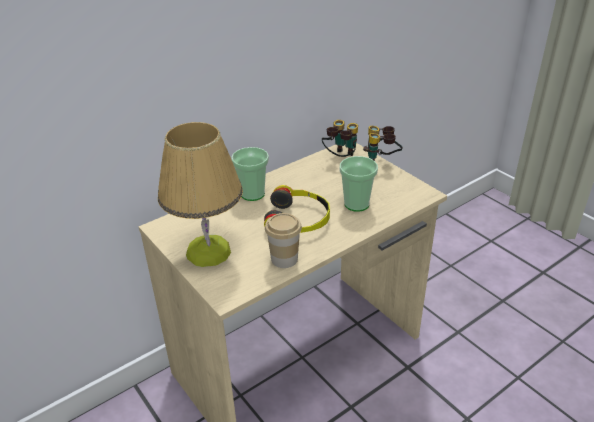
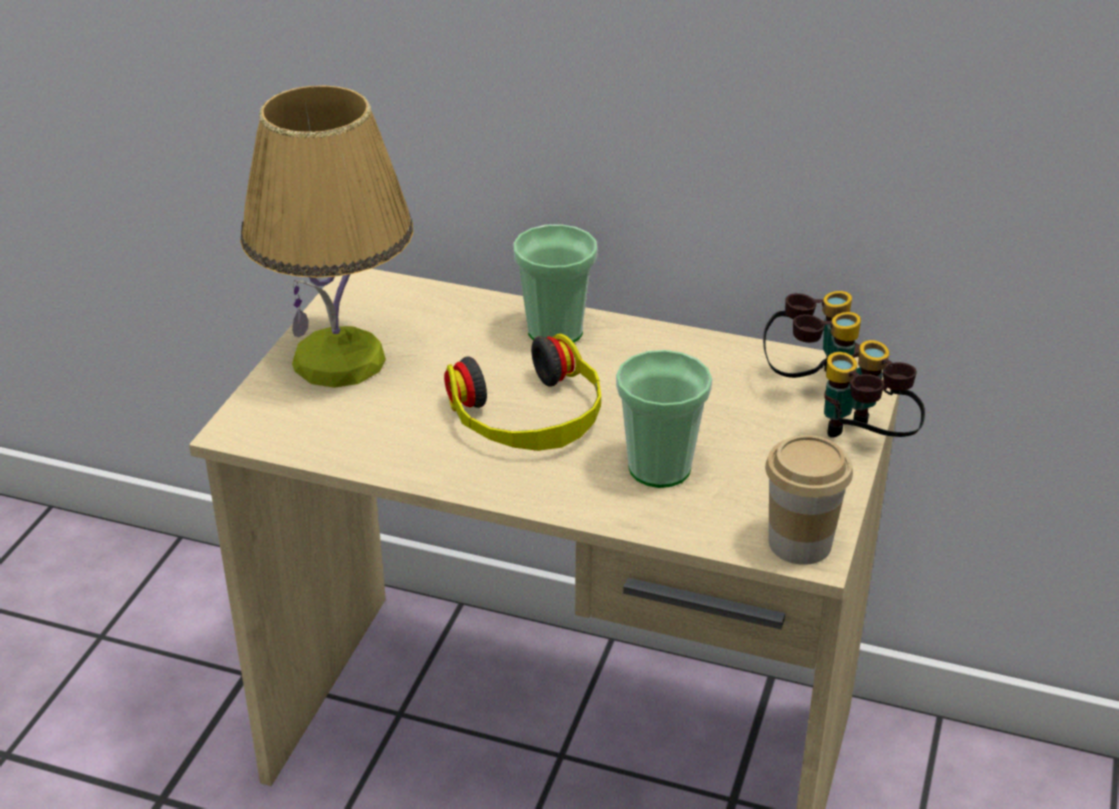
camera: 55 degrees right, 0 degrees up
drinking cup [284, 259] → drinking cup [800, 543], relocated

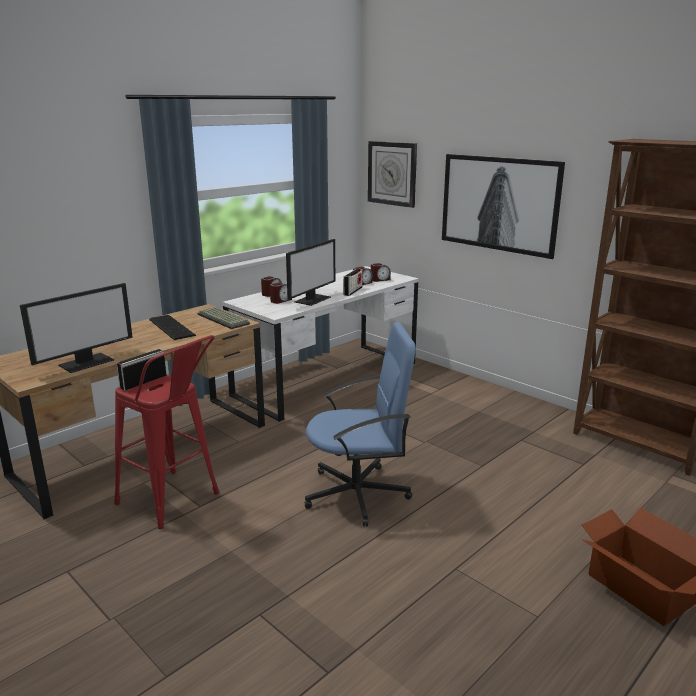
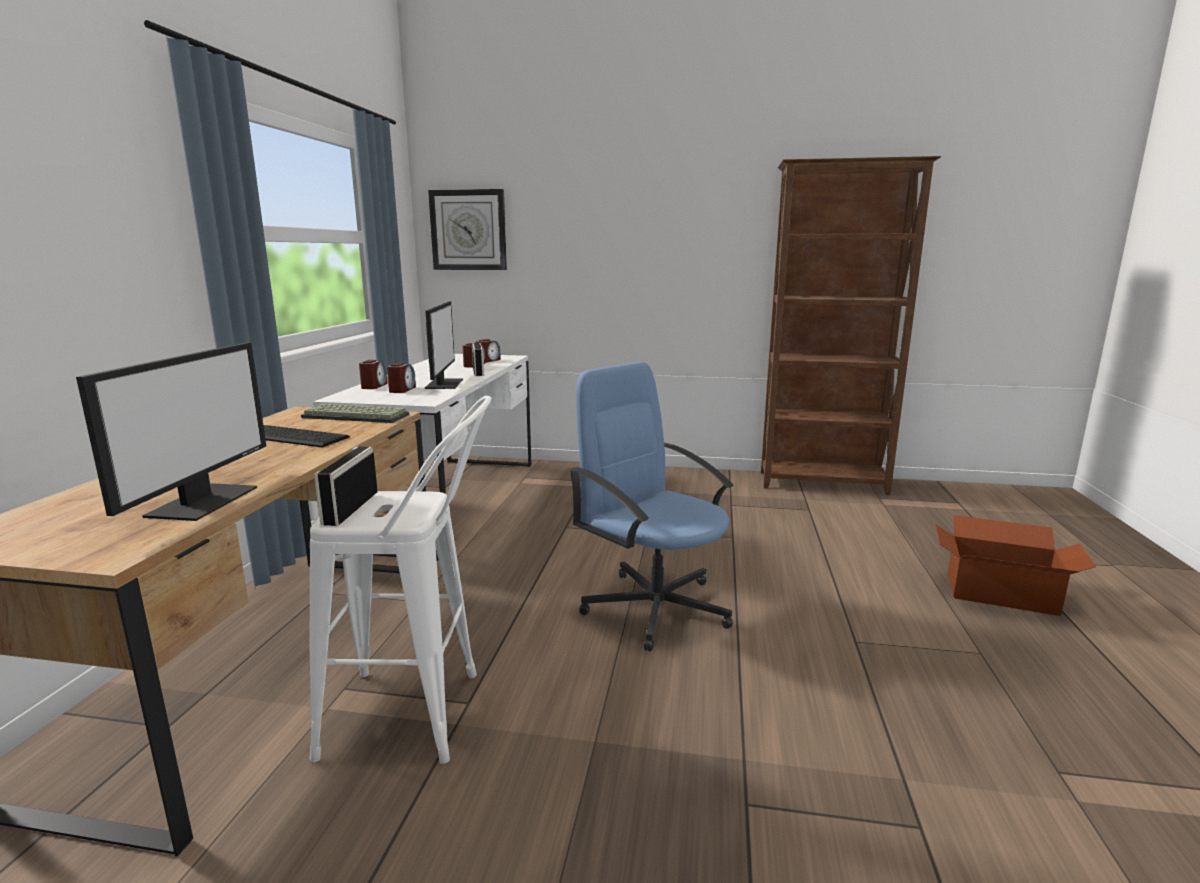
camera: 35 degrees left, 5 degrees down
reddish stool [174, 503] → whitish stool [420, 715]
blue computer chair [358, 494] → blue computer chair [655, 607], 90 degrees counterclockwise
wall picture [498, 204] → -

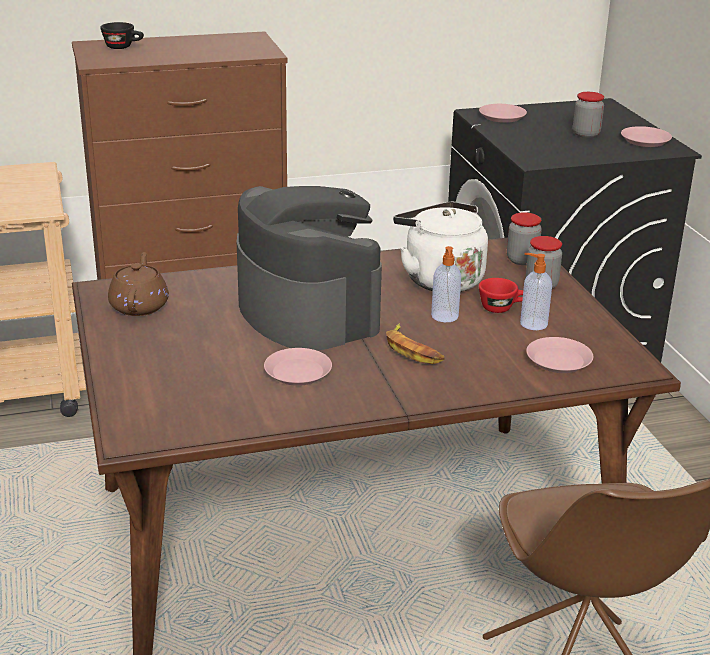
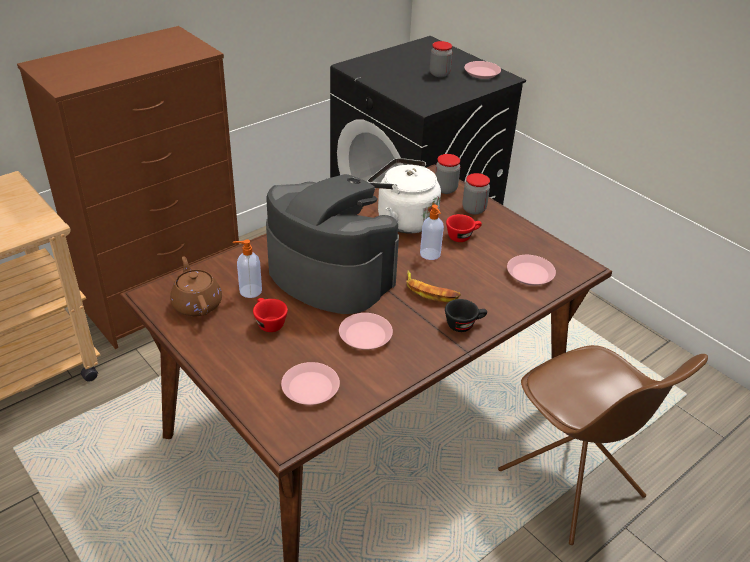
camera: 25 degrees left, 10 degrees up
soap dispenser [532, 324] → soap dispenser [249, 291], relocated
- → reddish drinking cup [268, 322]
pink-coloured plate [502, 117] → pink-coloured plate [311, 388], relocated
black drinking cup [123, 47] → black drinking cup [464, 324], relocated

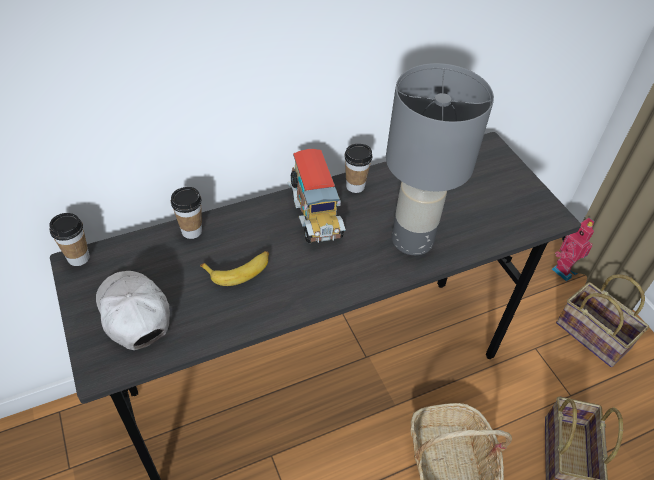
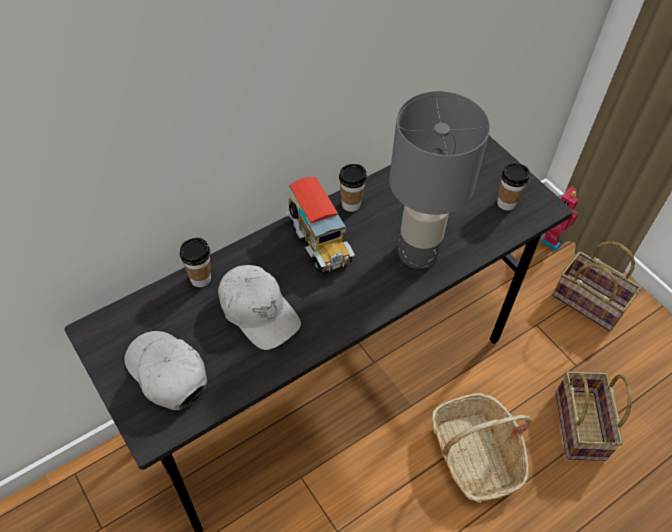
camera: 10 degrees left, 5 degrees up
whole banana [239, 270] → whitish cap [258, 311]
drinking cup [78, 258] → drinking cup [506, 203], relocated

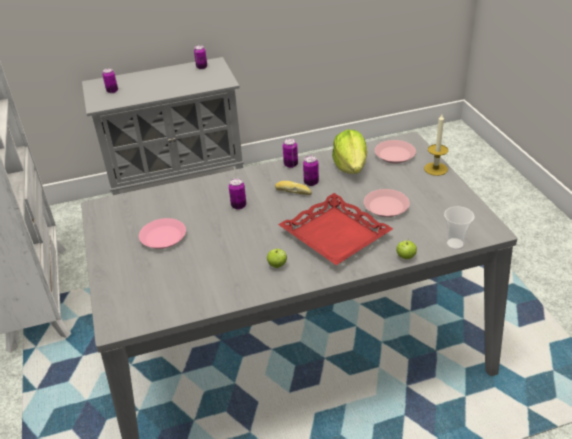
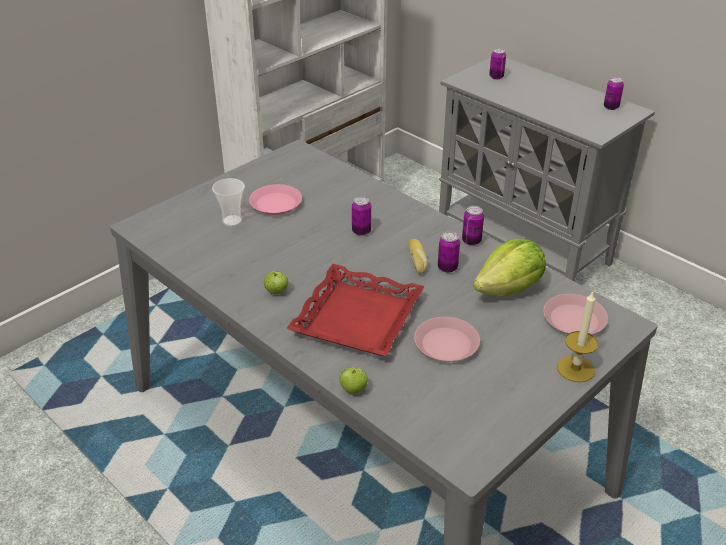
camera: 60 degrees right, 0 degrees up
drinking cup [455, 244] → drinking cup [232, 221], relocated

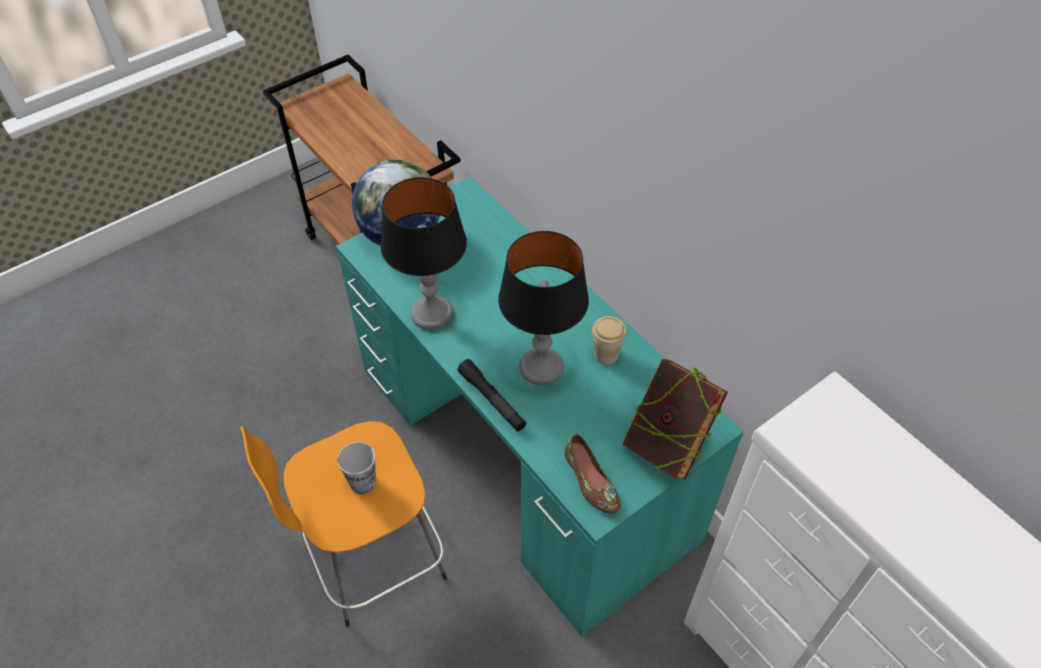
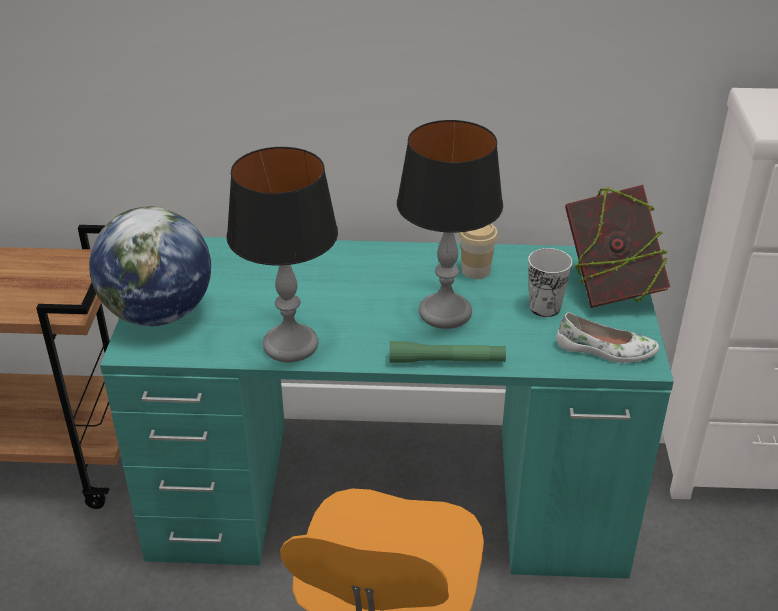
camera: 50 degrees left, 15 degrees down
black torch [492, 400] → green-coloured torch [447, 361]
drinking cup [363, 482] → drinking cup [544, 307], relocated
brown shoe [590, 481] → whitish shoe [605, 350]

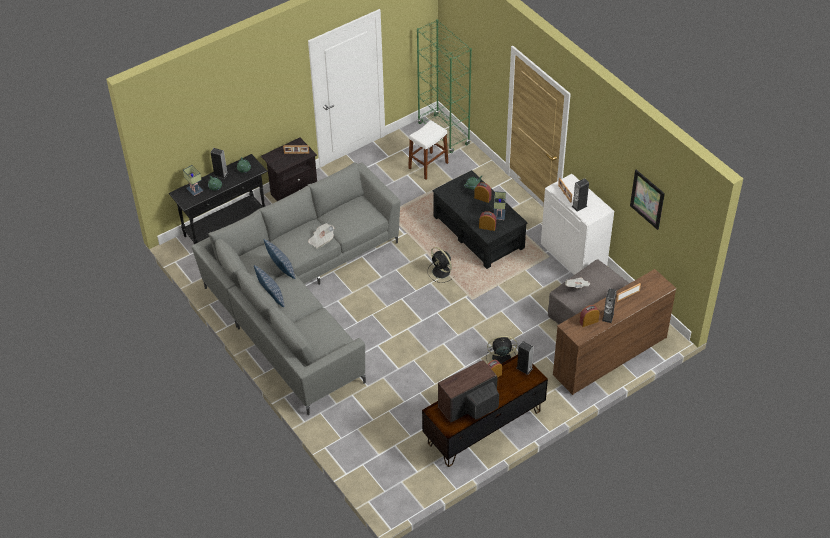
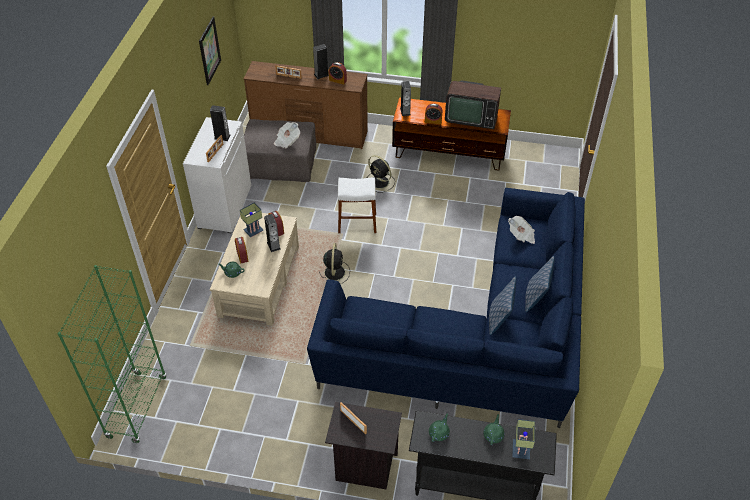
camera: 135 degrees left, 0 degrees up
black low table [478, 231] → sand-coloured low table [258, 281]
audio speaker [220, 174] → audio speaker [273, 245], relocated
greyish couch [301, 299] → blue couch [478, 341]
whitish stool [428, 165] → whitish stool [357, 223], relocated
printed paper [321, 240] → printed paper [521, 236], relocated

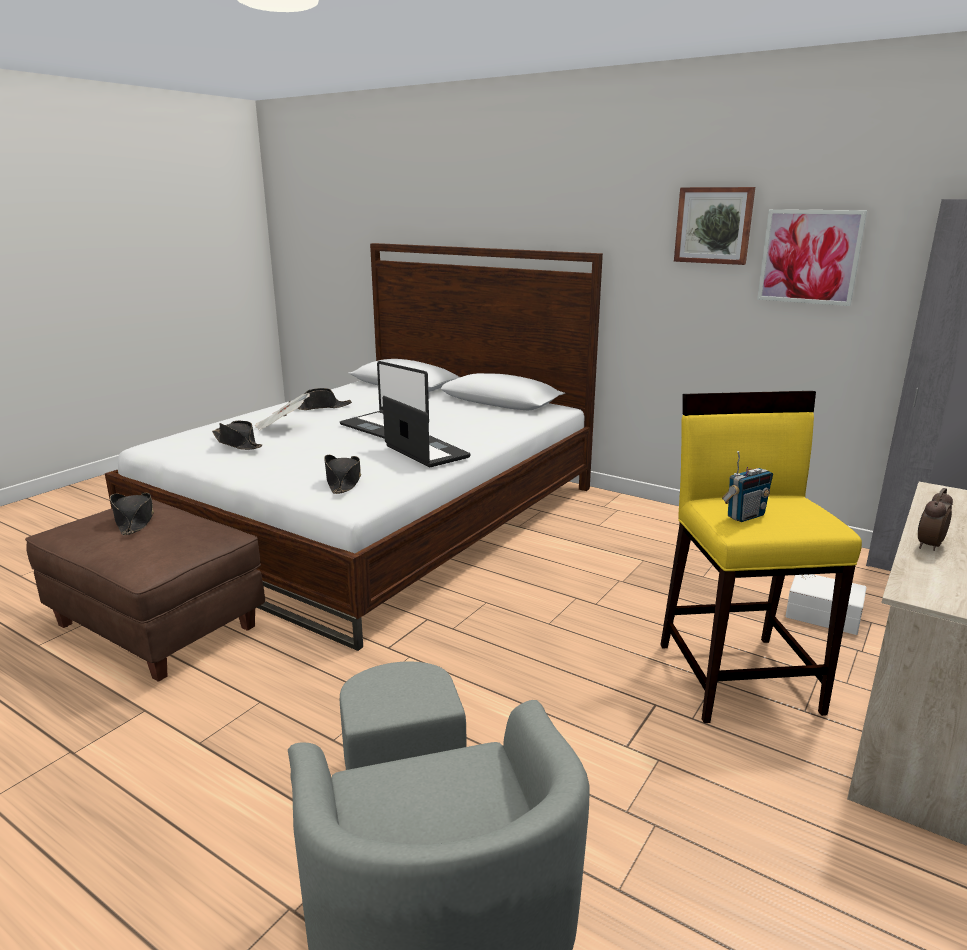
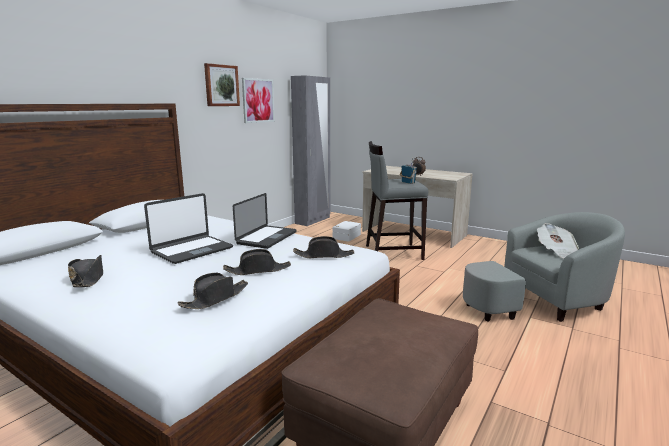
camera: 90 degrees left, 5 degrees down
black clothing hat [134, 520] → black clothing hat [258, 270], relocated
laptop [426, 452] → laptop [267, 238], 150 degrees clockwise
yellowish stool [738, 676] → greyish stool [392, 252]
printed paper [282, 427] → printed paper [556, 251], relocated

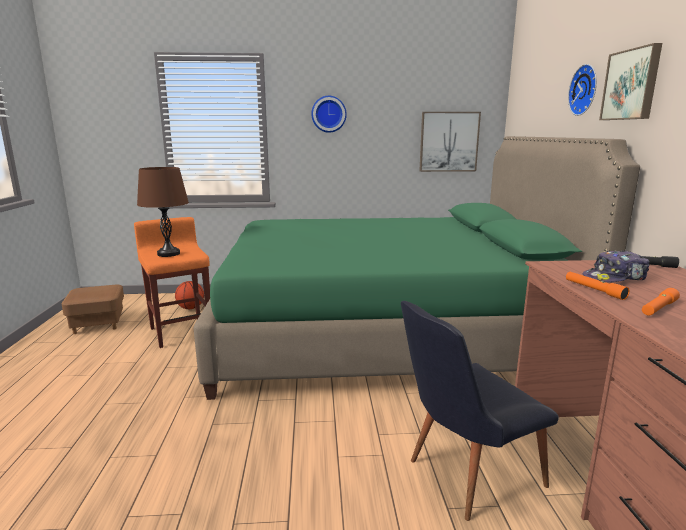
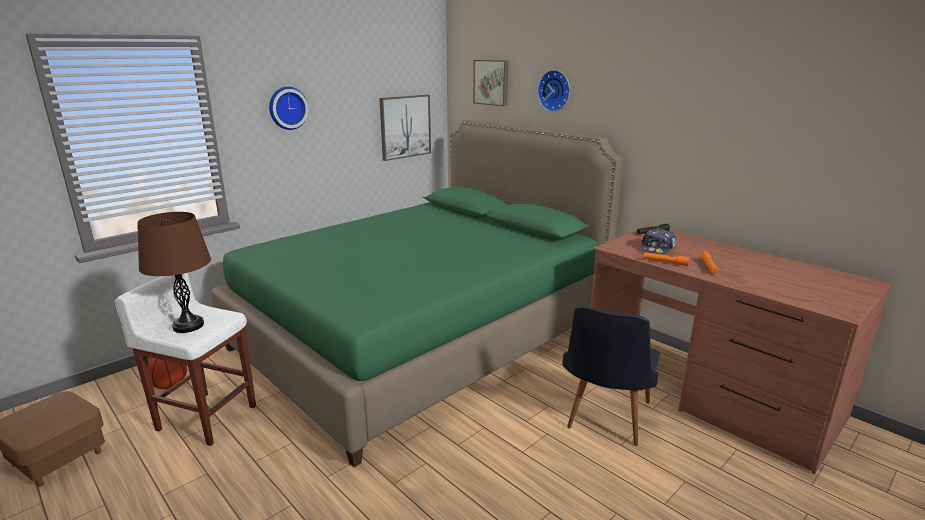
camera: 40 degrees left, 5 degrees up
orange-coloured stool [181, 332] → whitish stool [206, 417]
wall picture [631, 85] → wall picture [492, 82], relocated

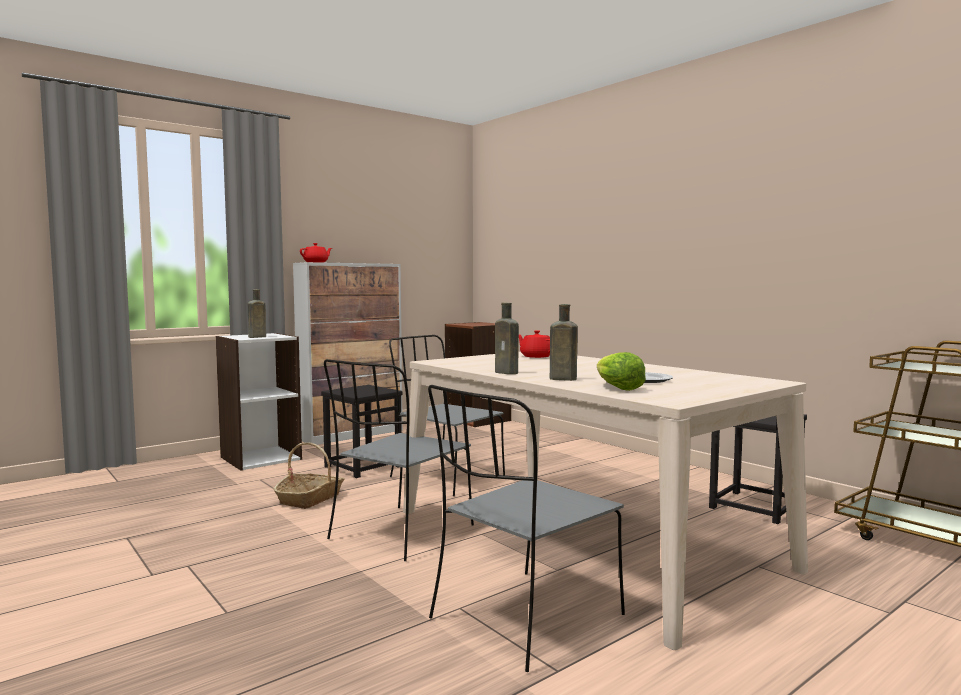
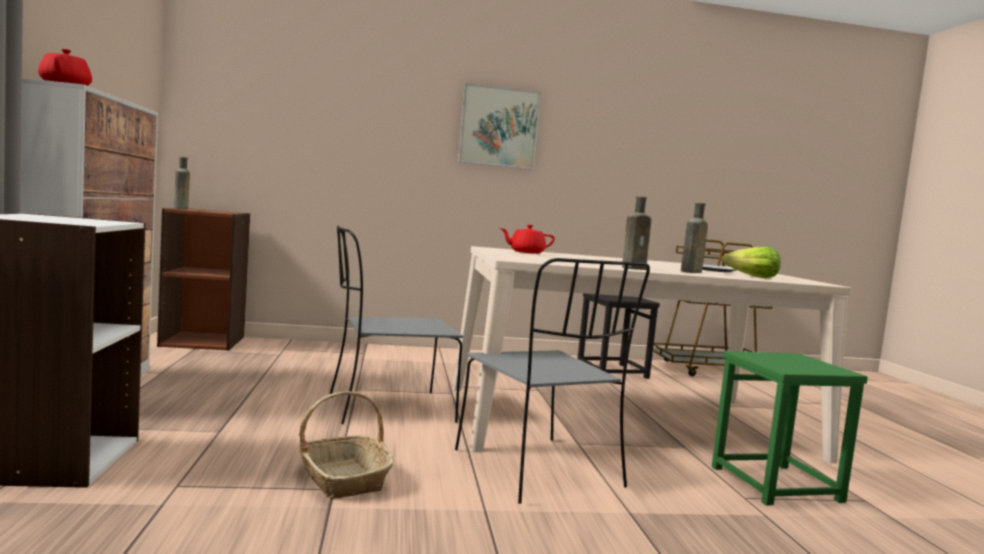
camera: 60 degrees left, 0 degrees up
brown bottle [256, 337] → brown bottle [180, 208], relocated
- → wall picture [499, 127]
greyish upright chair [523, 619] → green-coloured stool [776, 484]
black stool [363, 466] → -

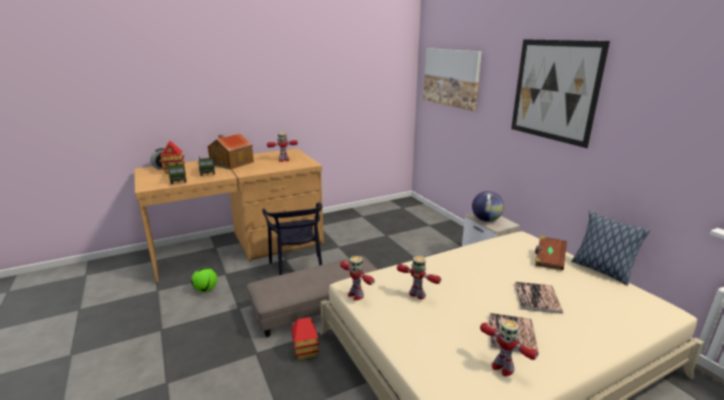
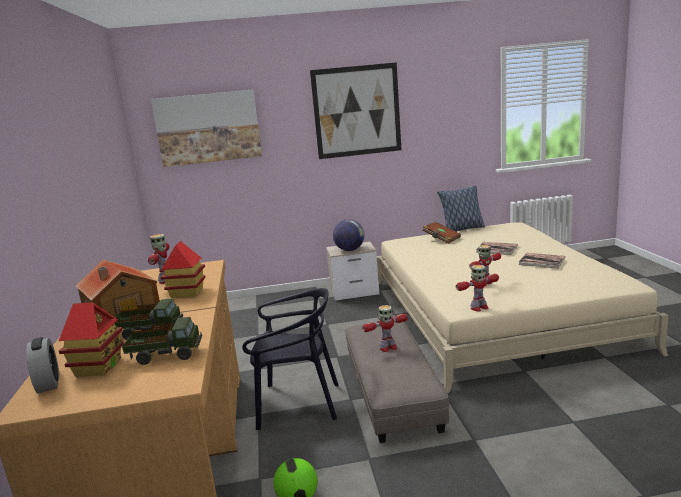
camera: 70 degrees left, 5 degrees down
model house [305, 351] → model house [187, 292], relocated
toy robot [502, 367] → toy robot [387, 348], relocated

